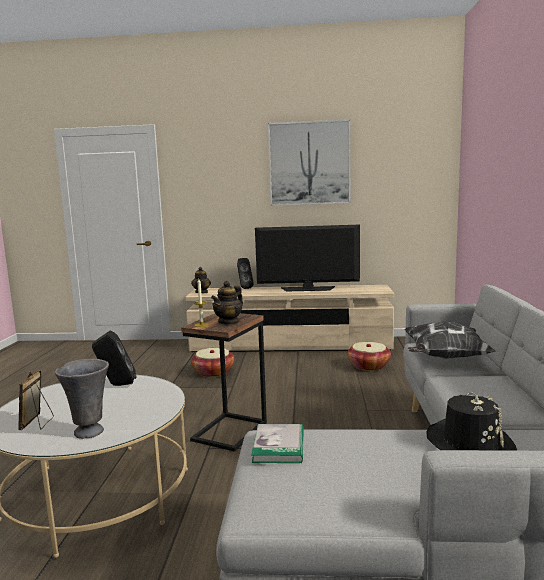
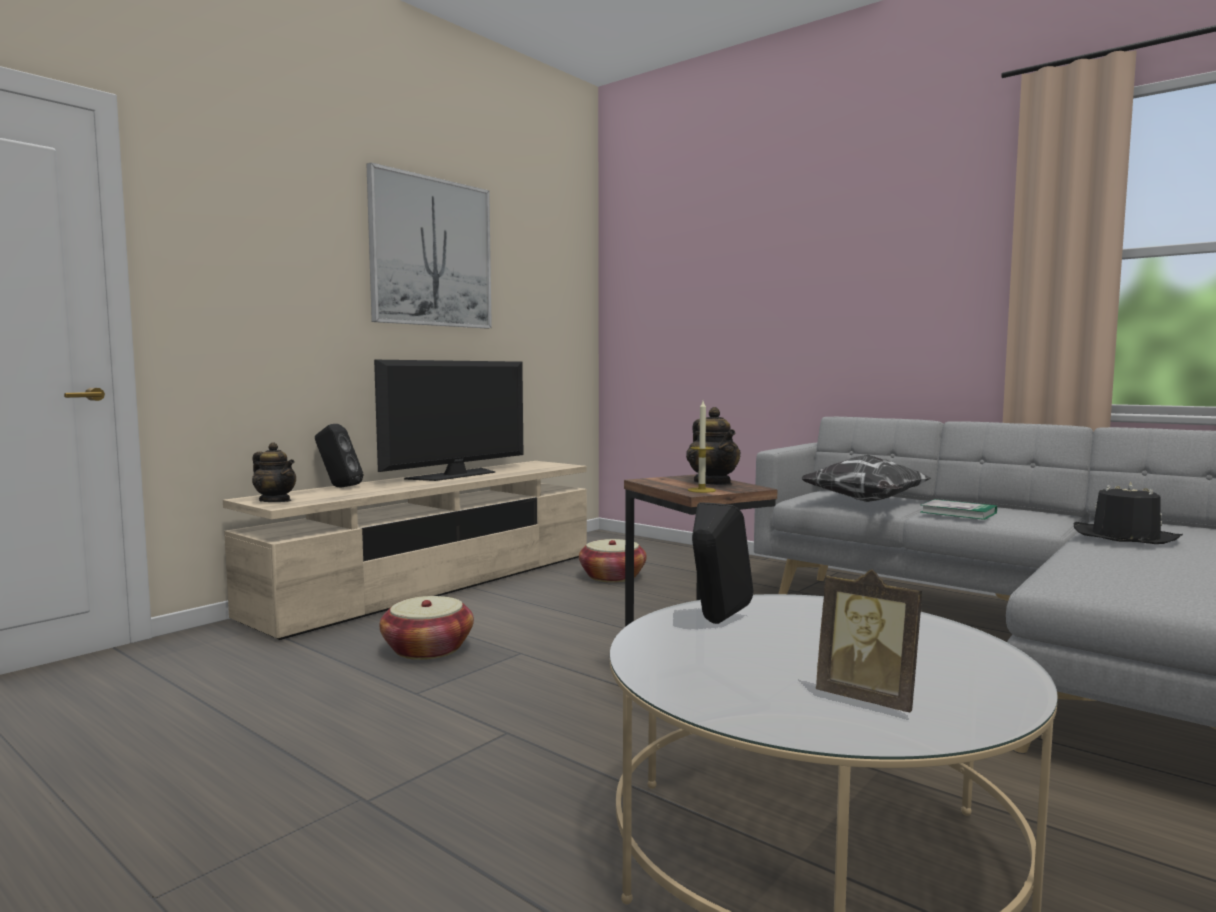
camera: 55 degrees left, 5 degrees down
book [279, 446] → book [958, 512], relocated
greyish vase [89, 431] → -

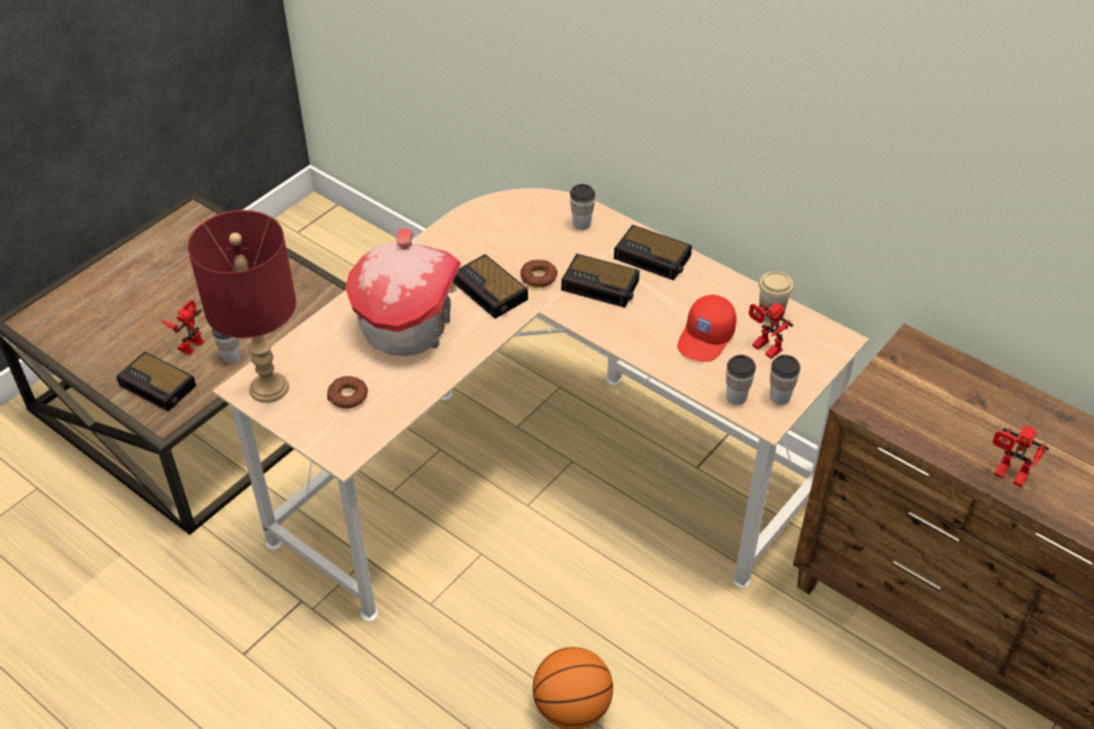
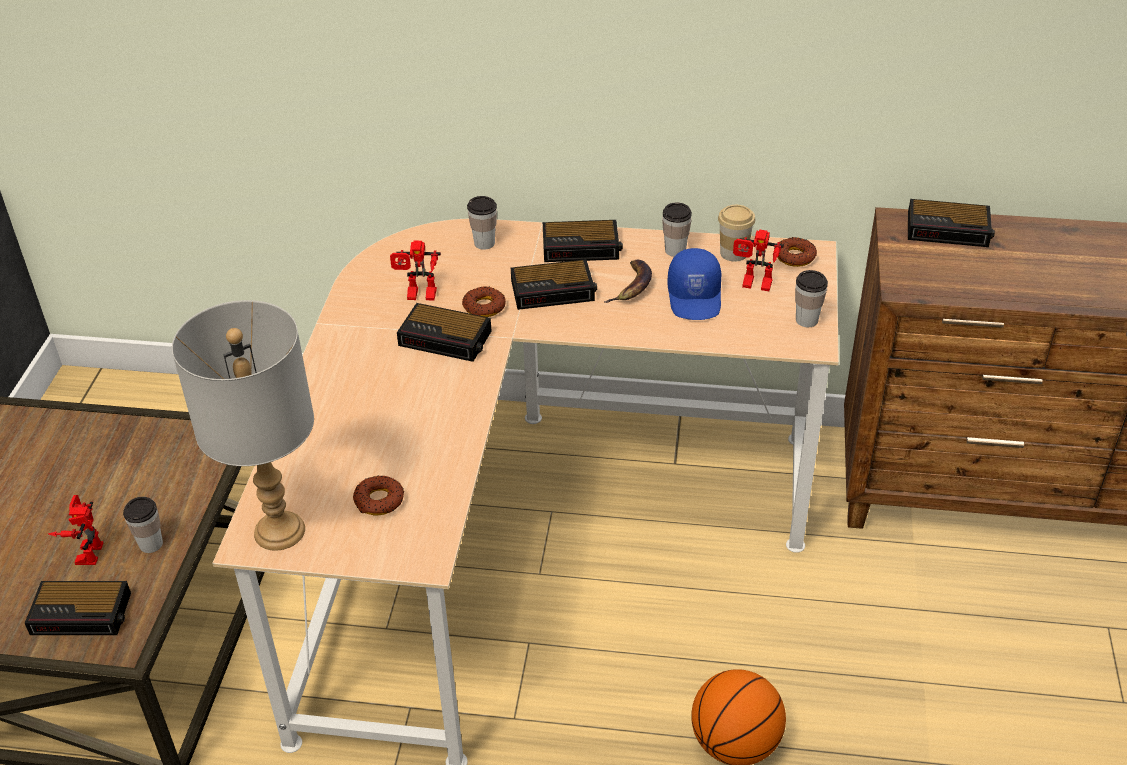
camera: 30 degrees left, 5 degrees down
reddish tabletop lamp [269, 387] → greyish tabletop lamp [279, 530]
toy robot [1007, 476] → toy robot [419, 296], relocated
- → whole banana [632, 286]
drinking cup [736, 397] → drinking cup [675, 250], relocated
reddish cap [706, 338] → blue cap [695, 297]
- → donut [794, 256]
- → alarm clock [949, 229]
model house [407, 326] → -

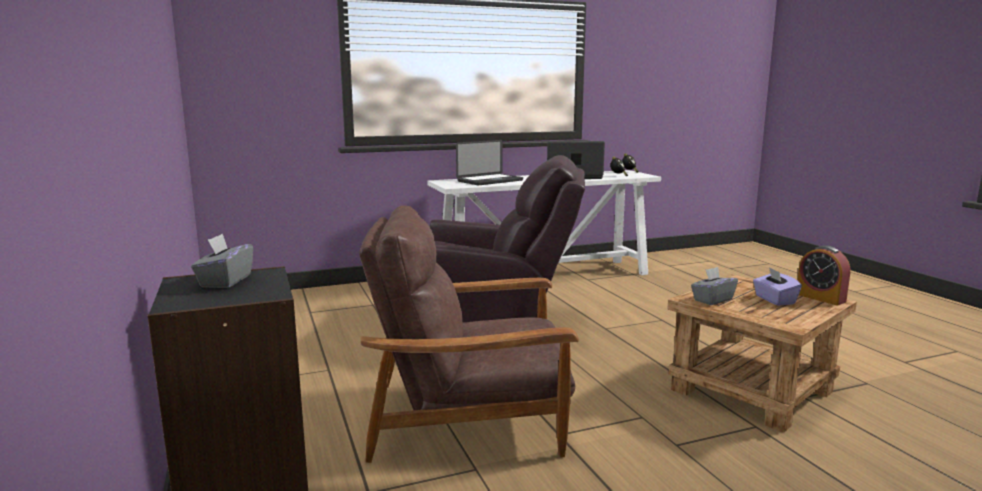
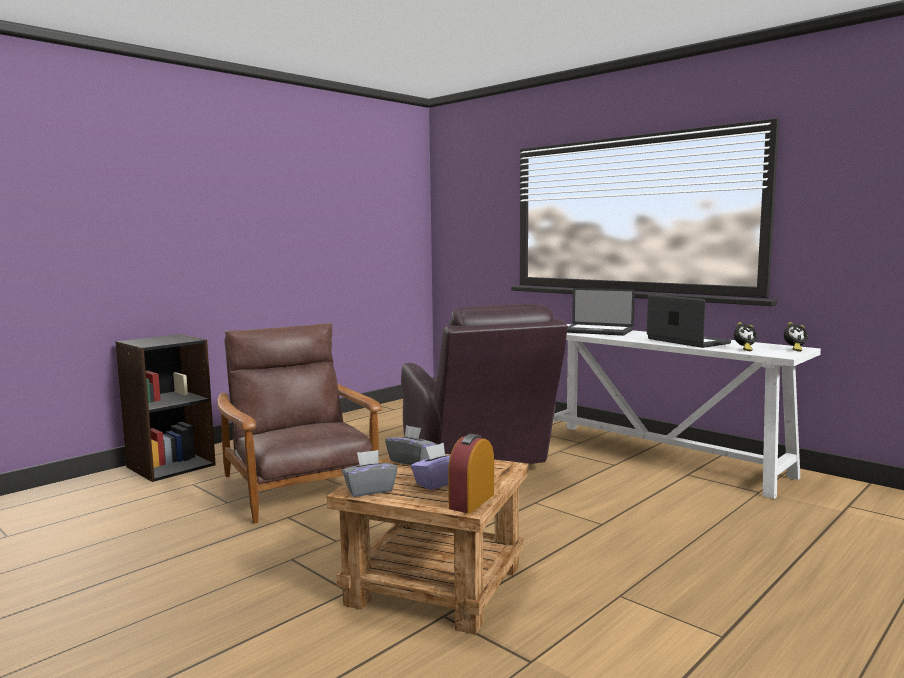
camera: 65 degrees right, 5 degrees down
greyish tissue box [225, 281] → greyish tissue box [369, 490], relocated

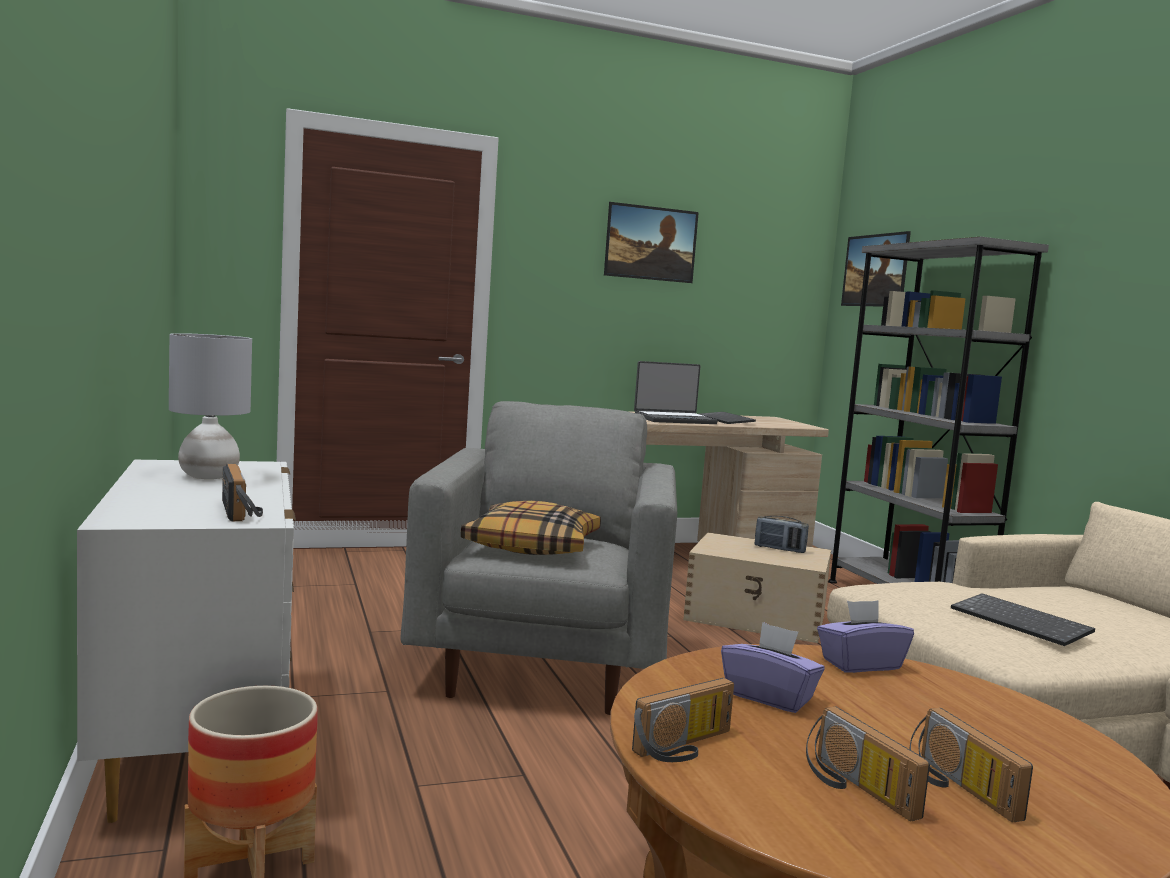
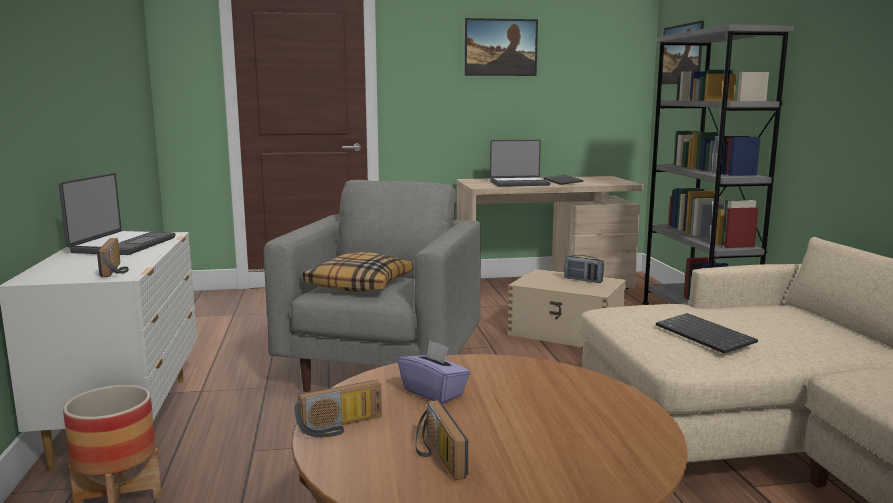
camera: 10 degrees right, 5 degrees up
greyish tabletop lamp [208, 476] → laptop [122, 245]
purple tissue box [860, 664] → -
radio set [956, 787] → -

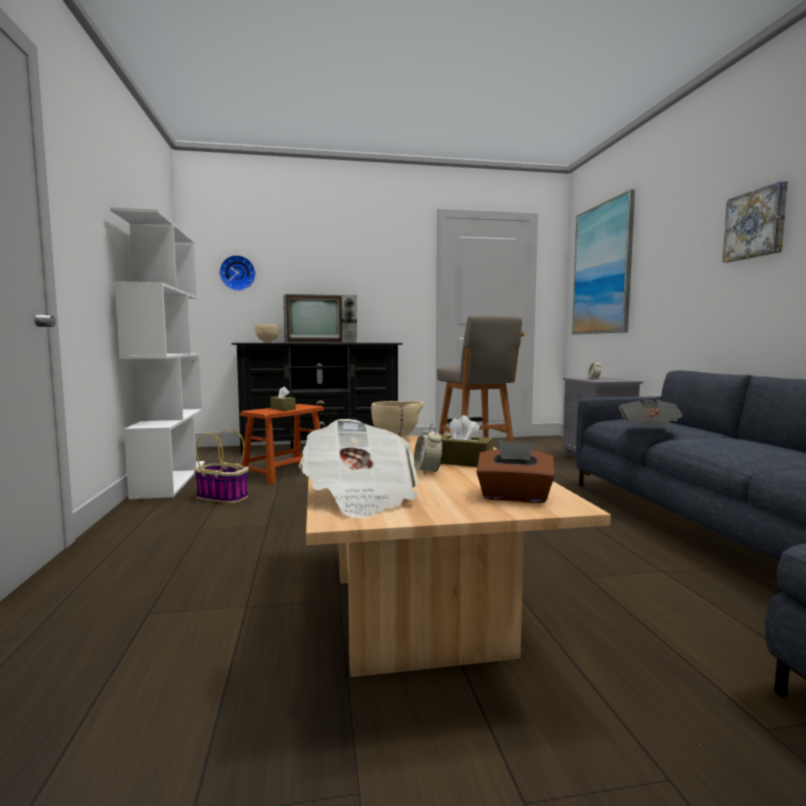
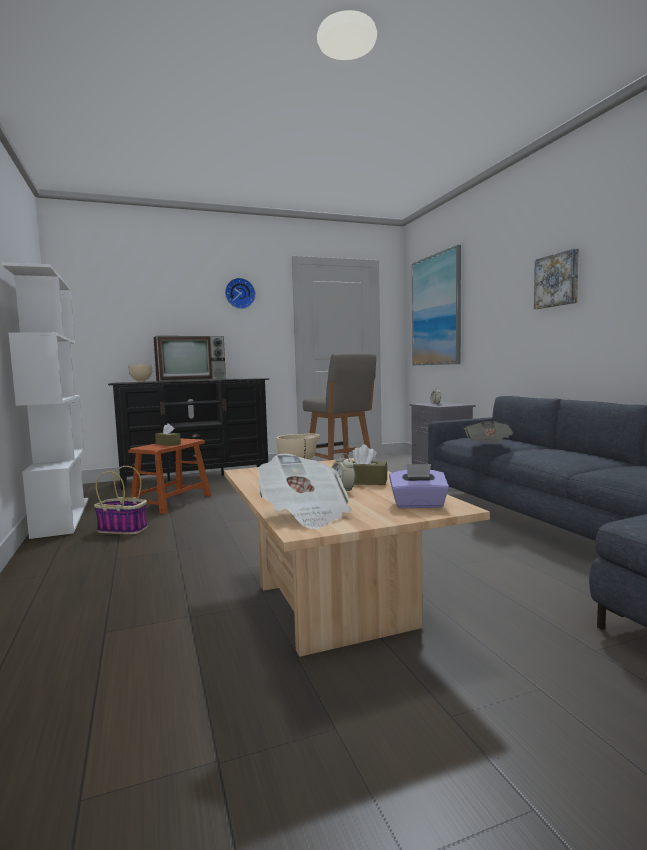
camera: 10 degrees left, 0 degrees up
hanging clock [238, 273] → hanging clock [239, 293], relocated
brown tissue box [514, 497] → purple tissue box [418, 505]

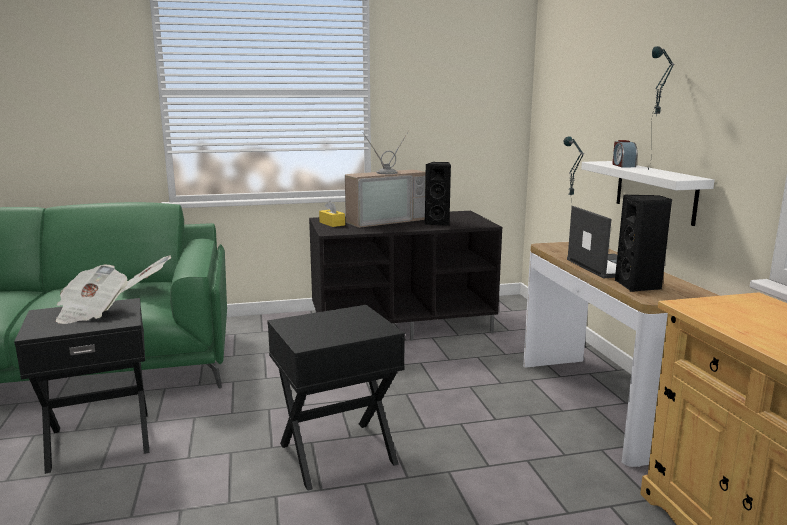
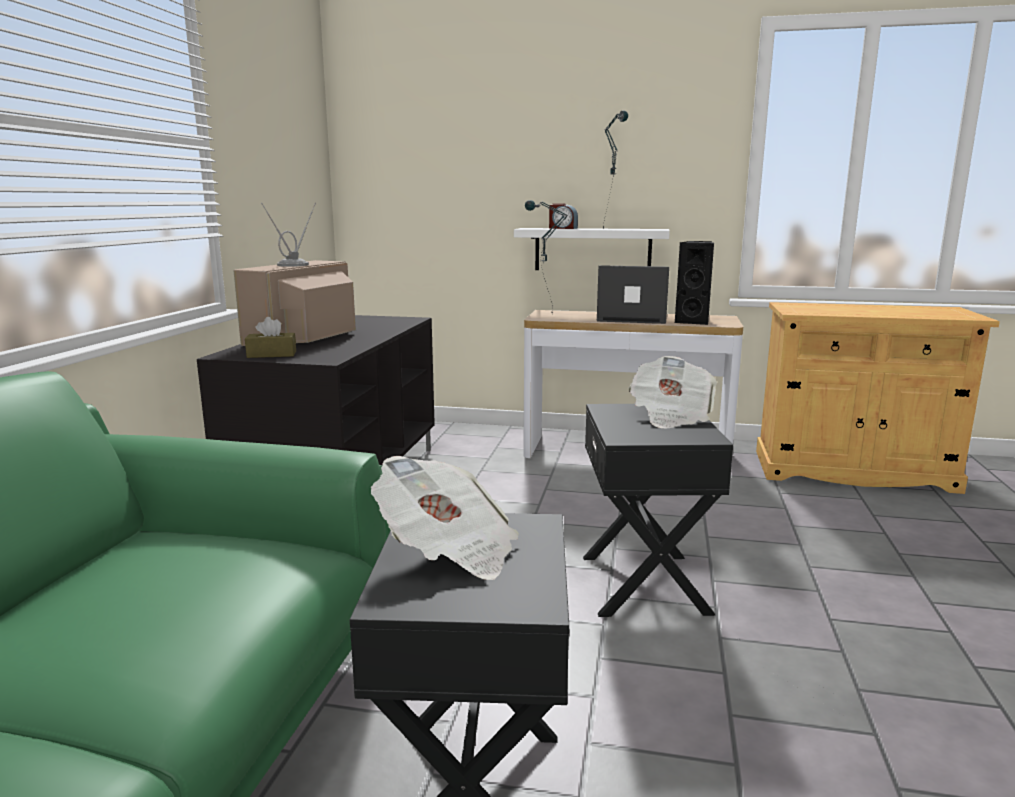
camera: 65 degrees left, 0 degrees up
TV [384, 220] → TV [305, 338], 150 degrees counterclockwise
yellowish tissue box [332, 223] → brown tissue box [272, 354]
printed paper [143, 288] → printed paper [670, 416], relocated
black audio speaker [438, 223] → -

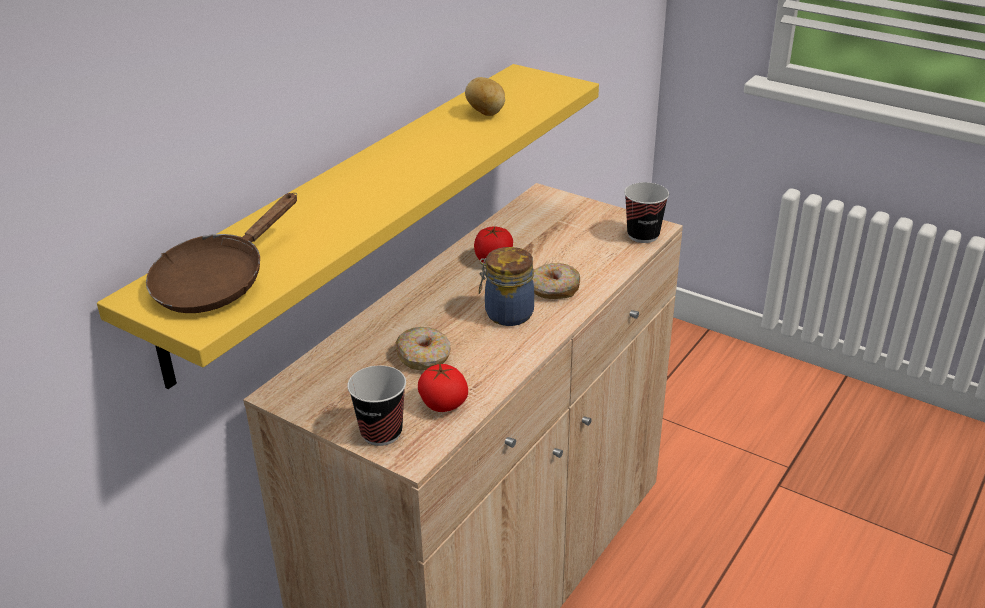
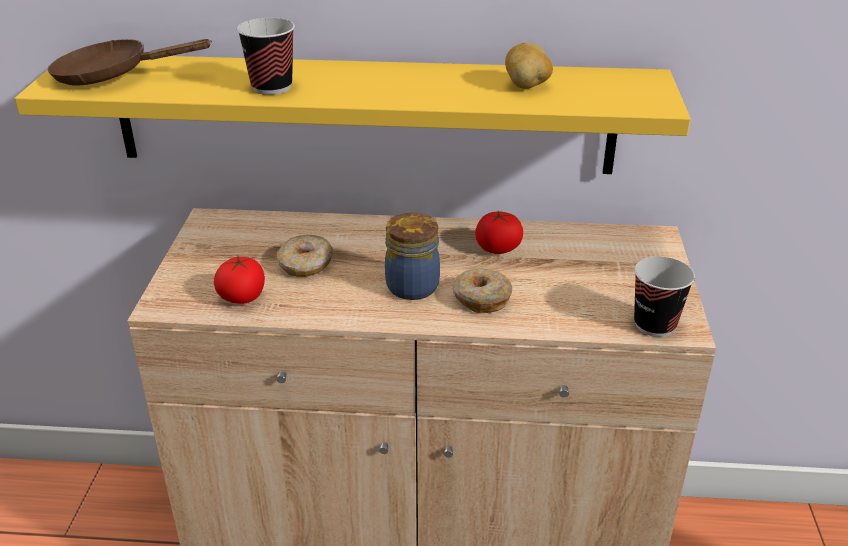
camera: 60 degrees right, 0 degrees up
drinking cup [381, 432] → drinking cup [271, 87], relocated

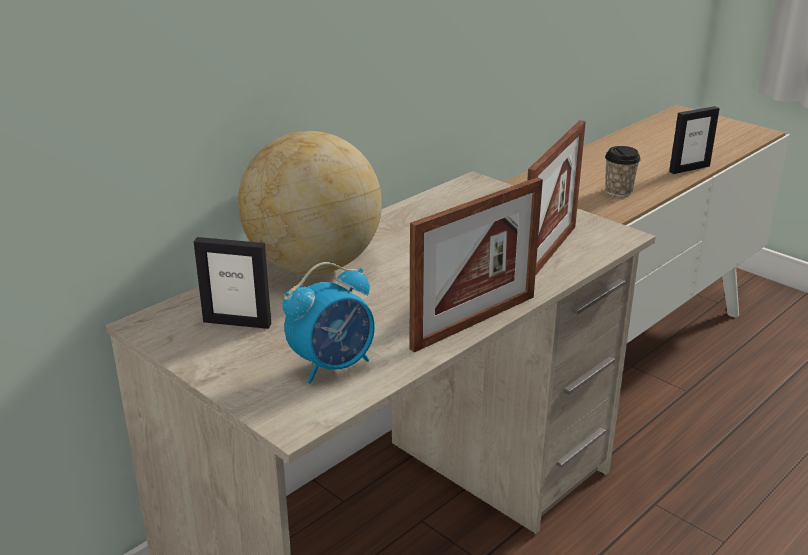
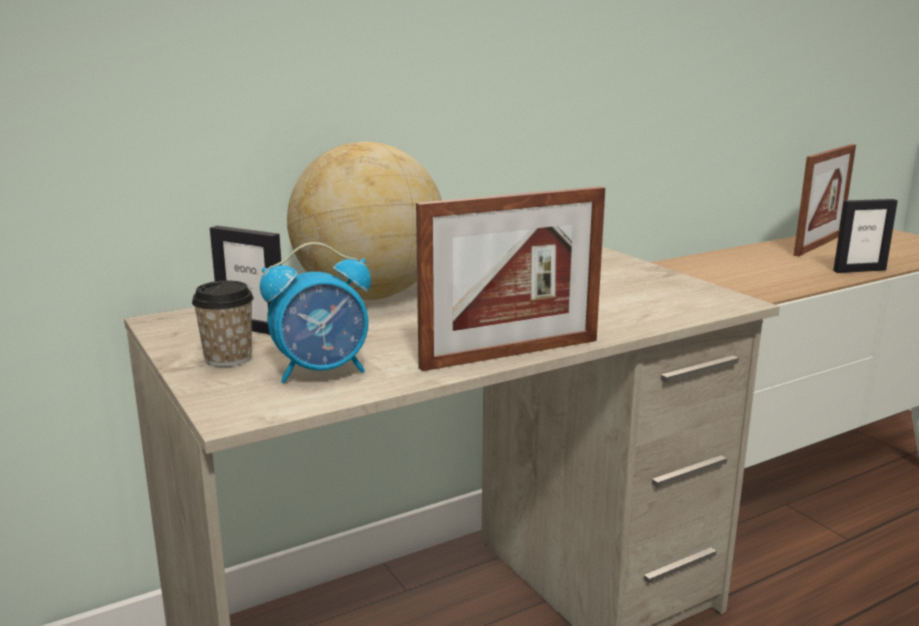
camera: 15 degrees right, 10 degrees down
drinking cup [618, 192] → drinking cup [228, 358], relocated
standing frame [549, 254] → standing frame [819, 245], relocated

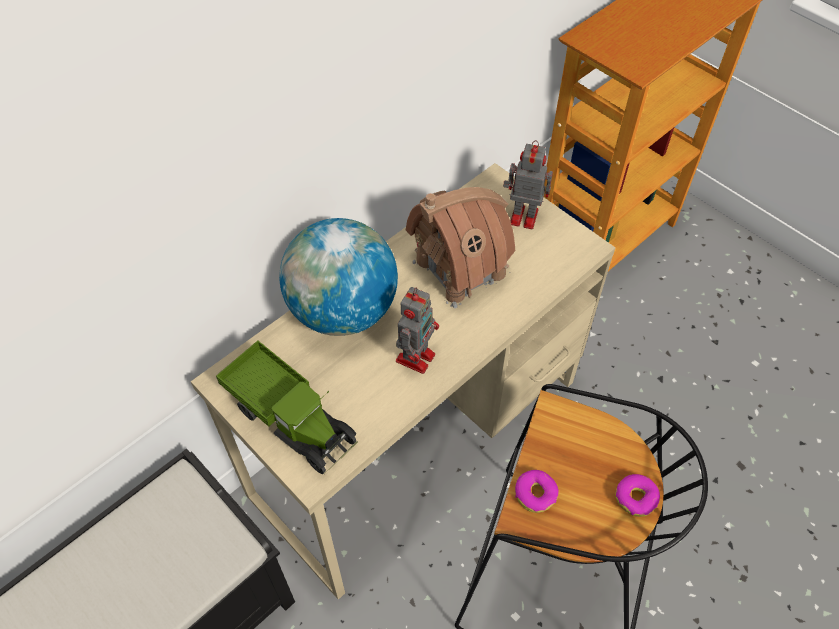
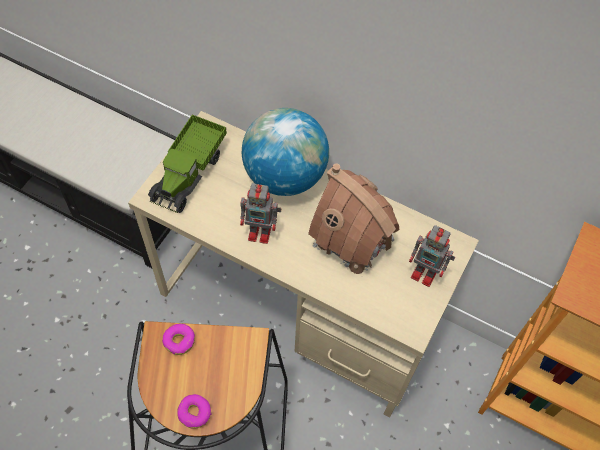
camera: 70 degrees right, 5 degrees up
toy robot [522, 216] → toy robot [426, 273], 120 degrees clockwise

